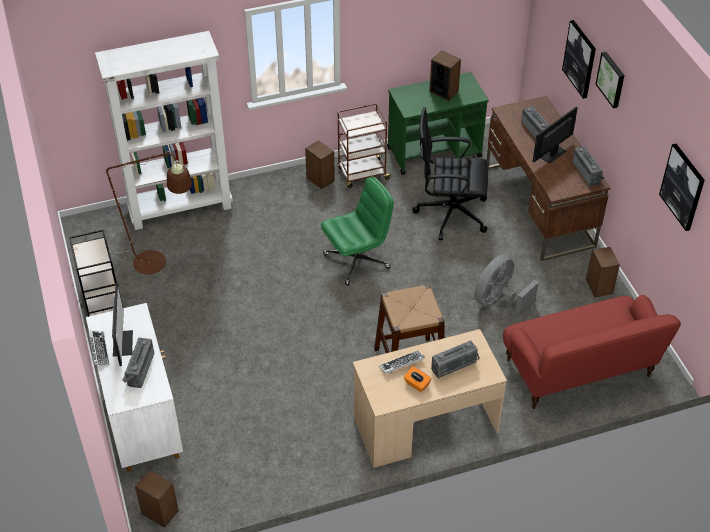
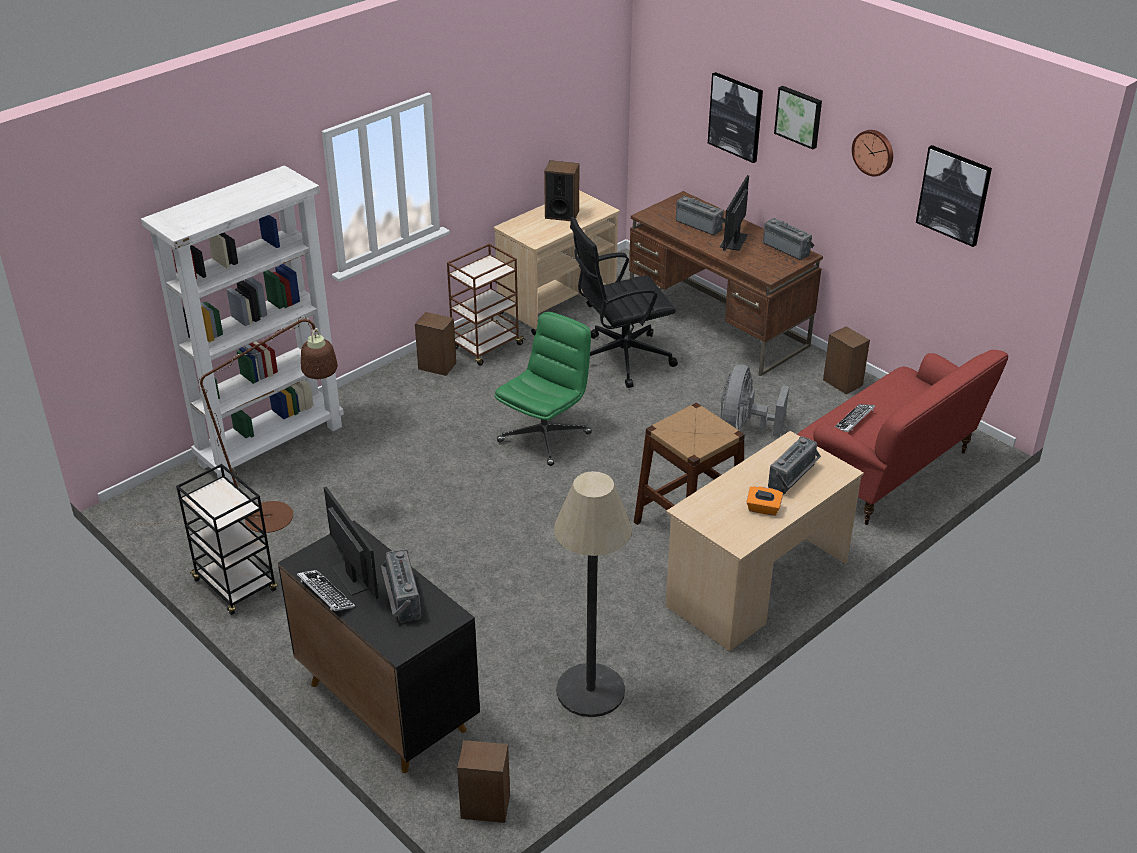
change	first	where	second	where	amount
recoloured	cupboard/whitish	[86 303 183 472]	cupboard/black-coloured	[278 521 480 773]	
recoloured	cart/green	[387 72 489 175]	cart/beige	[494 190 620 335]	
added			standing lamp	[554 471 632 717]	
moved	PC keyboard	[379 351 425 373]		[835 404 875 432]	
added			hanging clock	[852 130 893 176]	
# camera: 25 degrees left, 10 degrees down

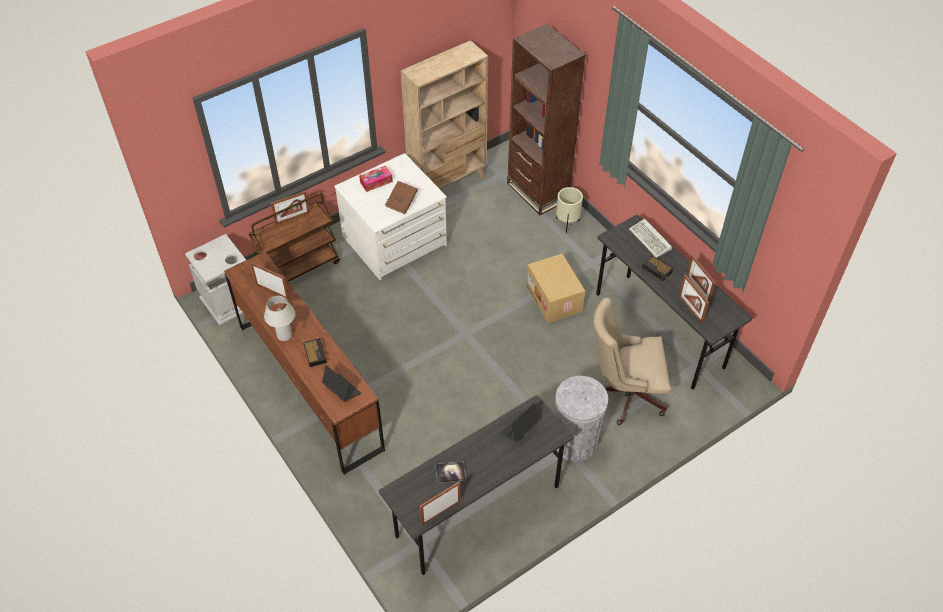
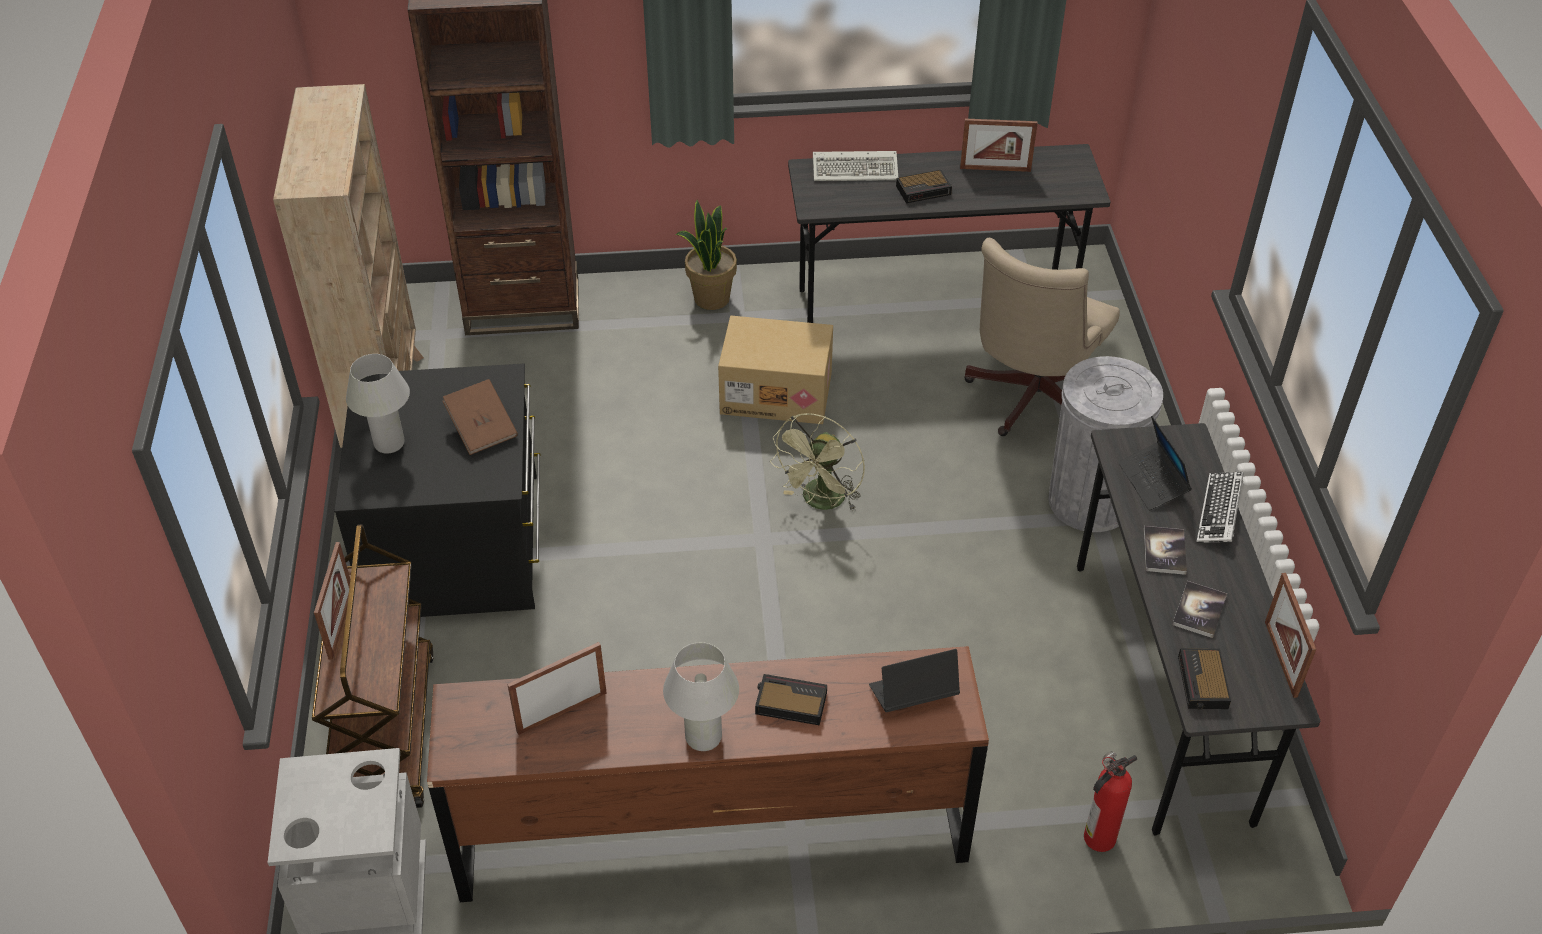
change	first	where	second	where	amount
recoloured	dresser/whitish	[334 153 447 280]	dresser/black-coloured	[334 364 540 617]	
replaced	box of tissues	[359 166 393 192]	tabletop lamp/whitish	[346 354 410 453]	
added			houseplant	[676 199 737 310]	
added			electric fan/green	[770 413 865 511]	
added			fire-fighting cylinder	[1084 751 1137 852]	
added			bound book	[1144 526 1187 575]	
added			bedside clock	[1178 648 1231 710]	
added			PC keyboard	[1196 472 1244 543]	
removed	planter/beige	[556 187 583 234]			
removed	picture frame	[679 274 709 323]			
# camera: 60 degrees left, 5 degrees down

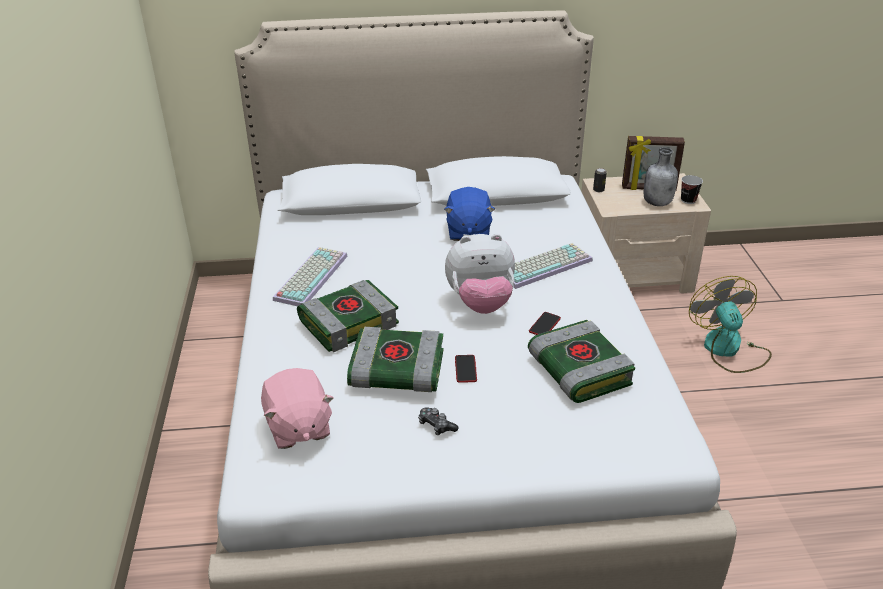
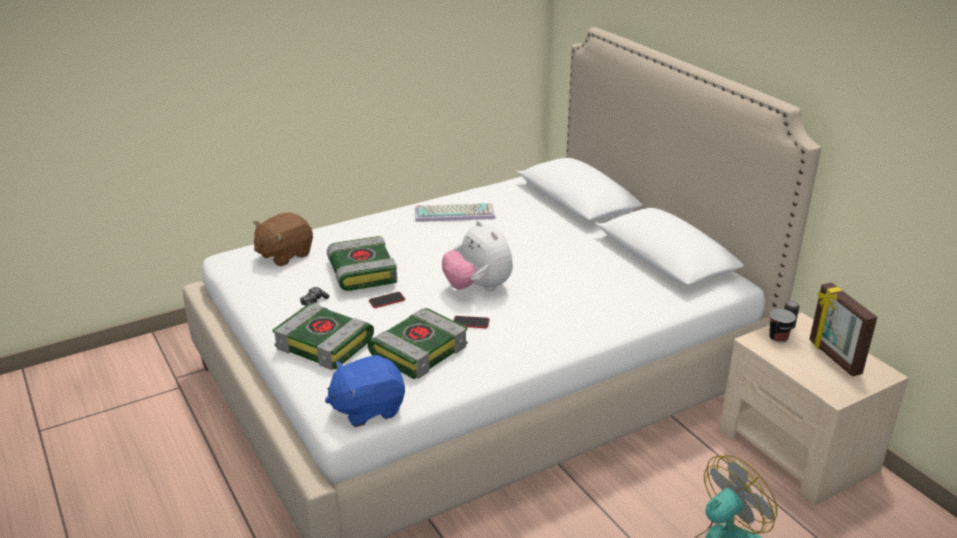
change	first	where	second	where	amount
recoloured	cuddly toy/pinkish	[261 368 334 449]	cuddly toy/brownish	[254 213 313 266]	
moved	bound book	[297 280 399 352]		[273 304 374 370]	
moved	cuddly toy/blue-coloured	[444 187 495 241]		[325 355 405 427]	
moved	small cup	[681 175 703 204]		[769 309 796 343]	
removed	PC keyboard	[513 243 593 289]			
removed	drink bottle/greyish	[644 148 678 206]			
# camera: 65 degrees right, 5 degrees down

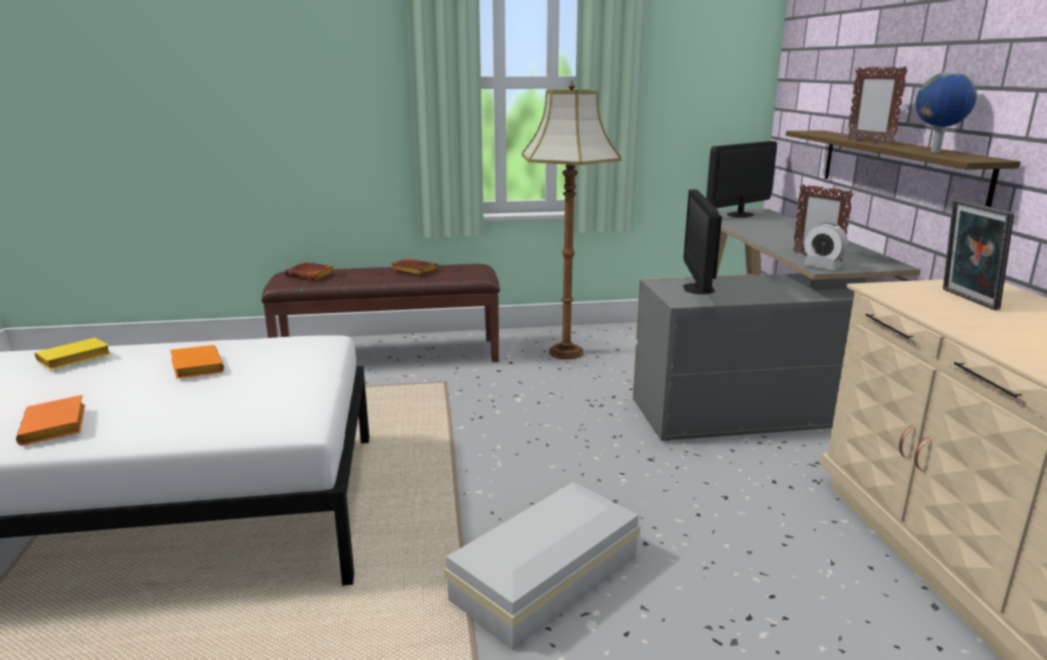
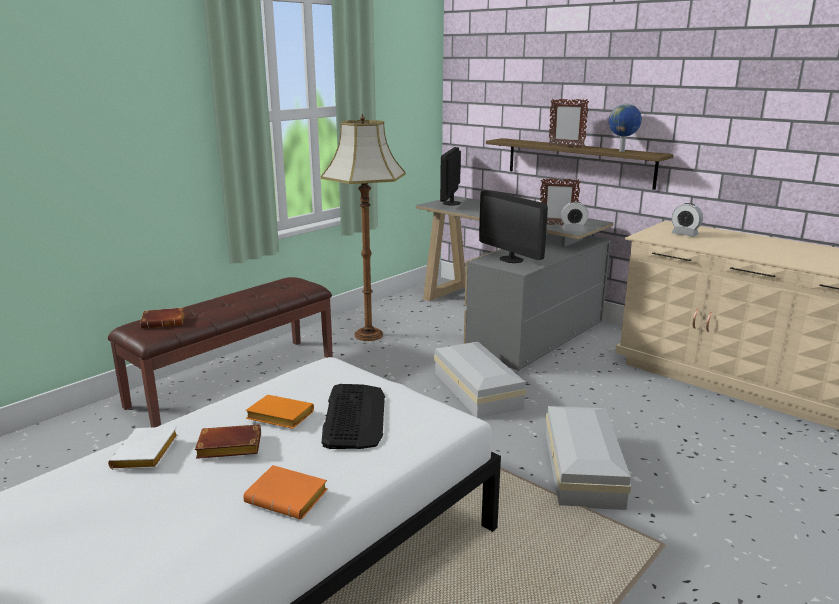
change	first	where	second	where	amount
recoloured	bound book/yellow	[35 338 111 370]	bound book/whitish	[108 427 178 470]	
moved	bound book/brownish	[391 259 438 275]		[195 424 261 459]	
added			PC keyboard	[322 384 385 449]	
added			storage bin/whitish	[434 342 527 418]	
replaced	picture frame	[943 200 1014 310]	bedside clock	[672 203 703 237]	
# camera: 40 degrees left, 0 degrees up

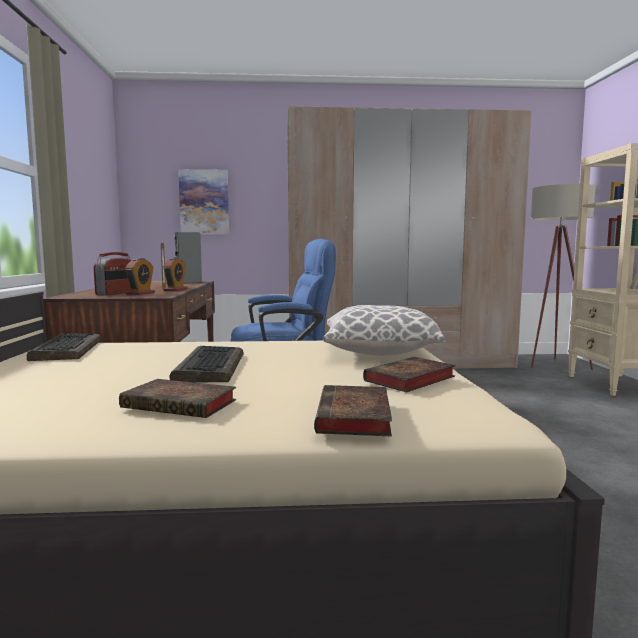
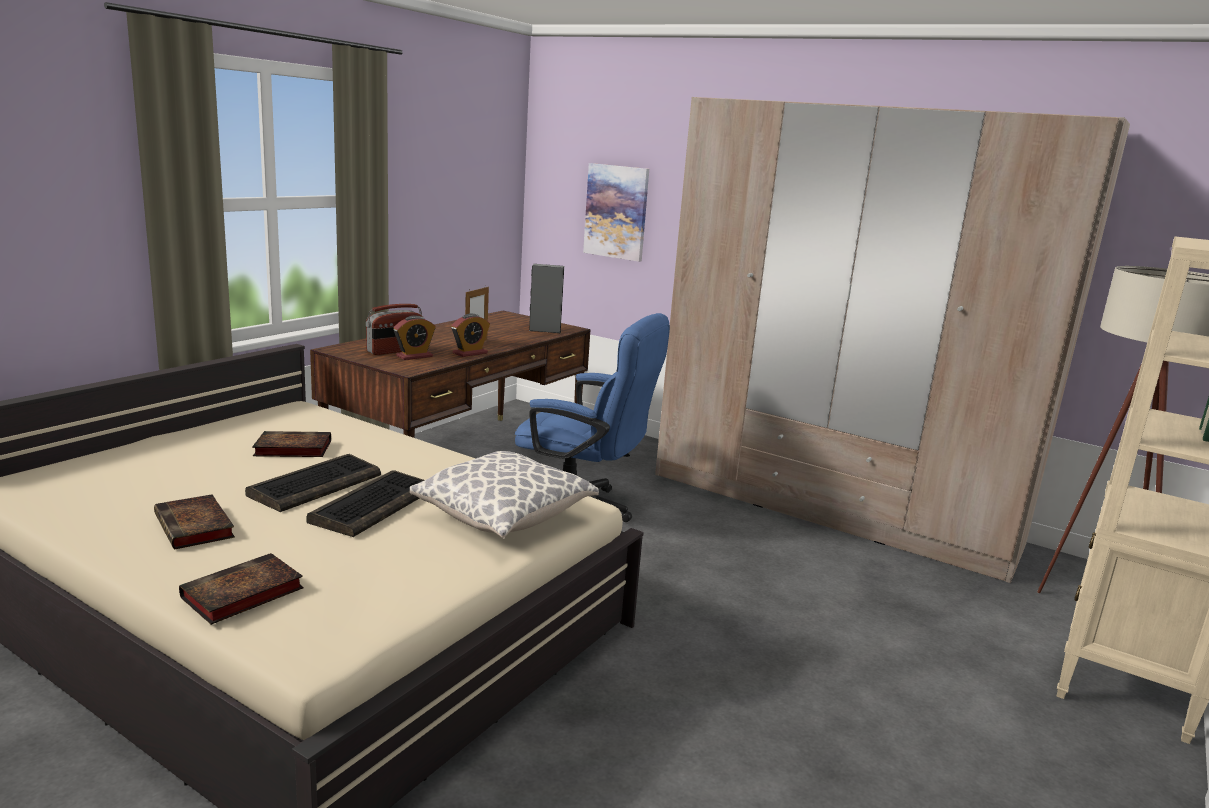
change	first	where	second	where	amount
moved	bound book	[363 357 455 392]		[252 431 331 457]	
moved	PC keyboard	[27 333 102 361]		[306 470 424 537]	
# camera: 35 degrees right, 10 degrees up

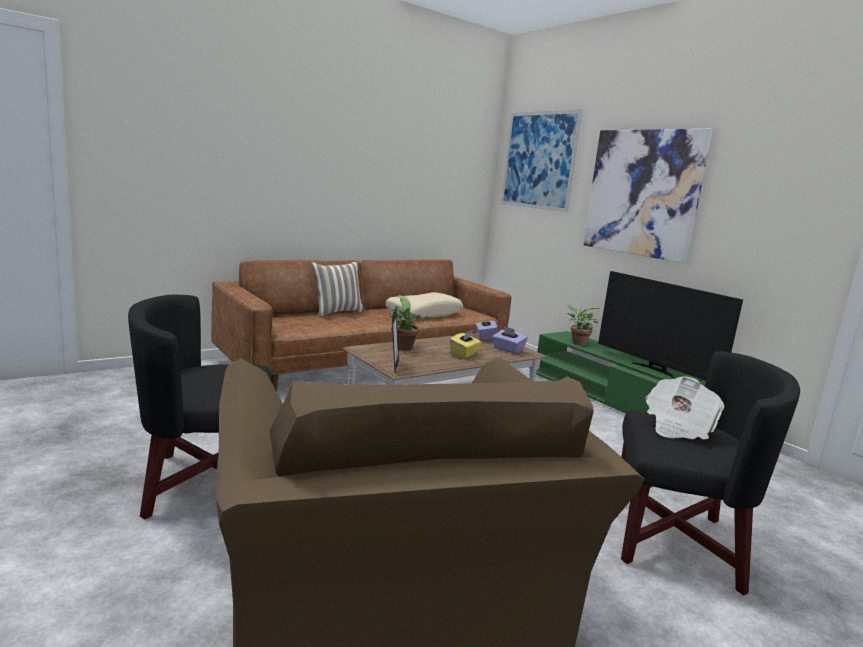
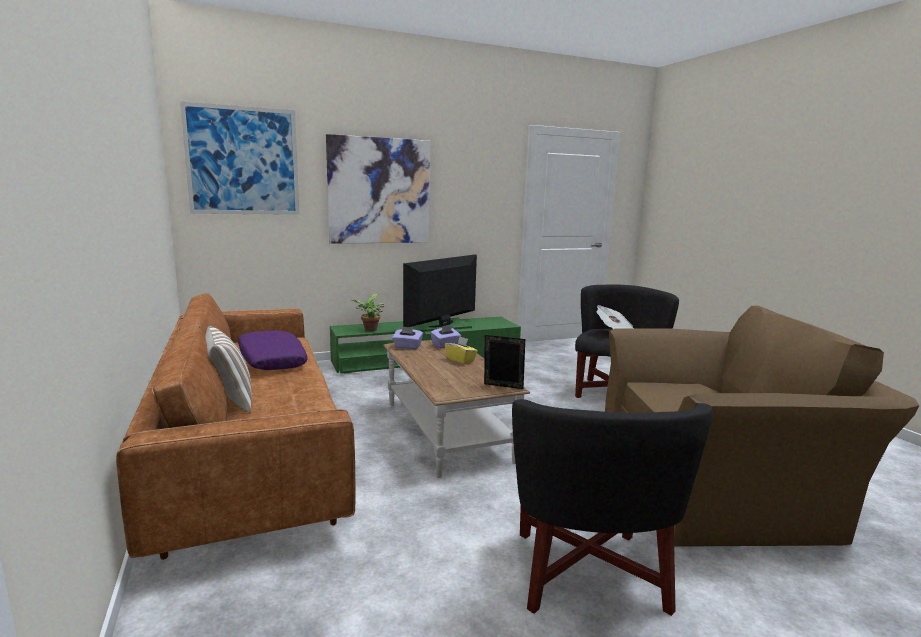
change	first	where	second	where	amount
recoloured	throw pillow/beige	[386 292 463 318]	throw pillow/purplish	[238 331 308 370]	
turned	television	[598 271 743 381]		[403 255 477 327]	150 degrees clockwise
removed	houseplant	[390 295 430 350]			
# camera: 75 degrees left, 0 degrees up

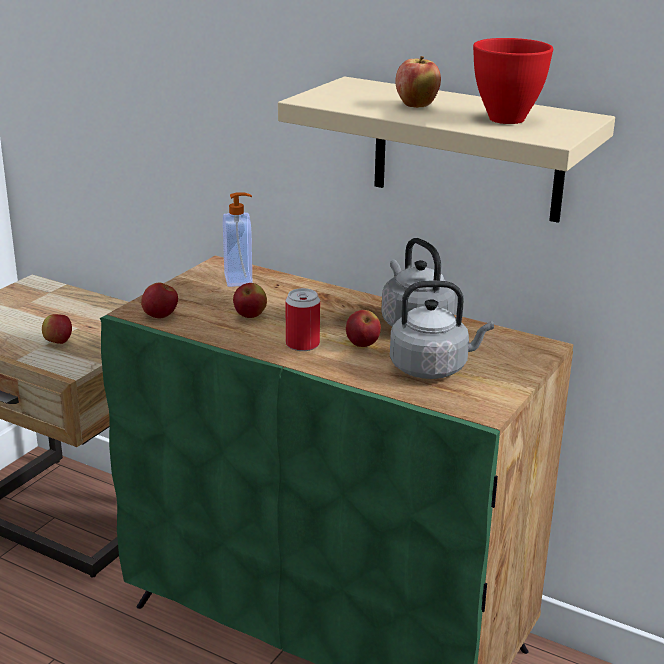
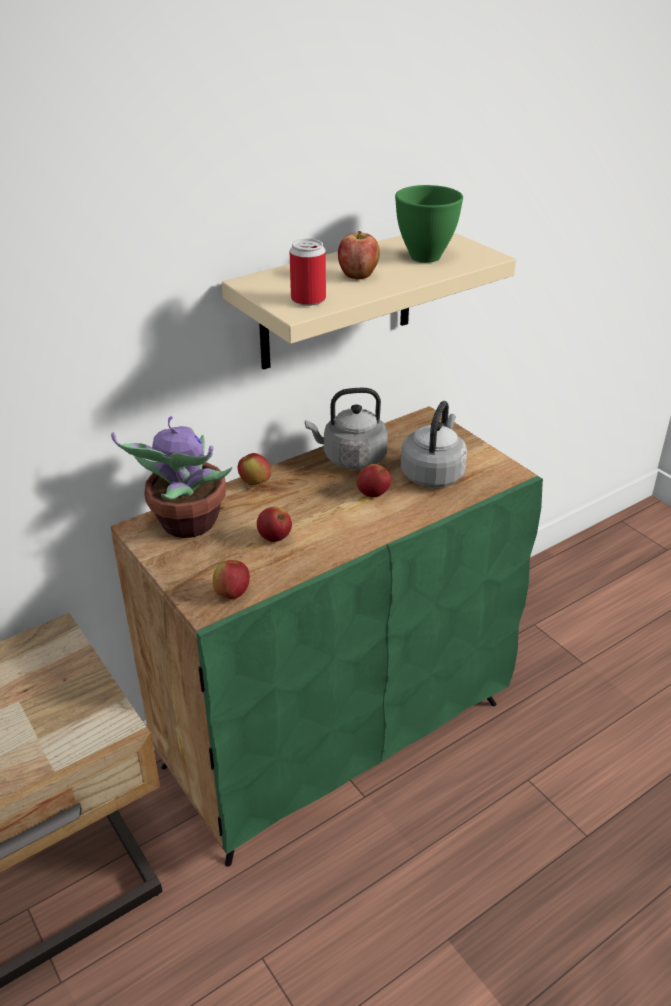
change	first	where	second	where	amount
replaced	soap bottle	[223 192 252 287]	houseplant	[111 416 233 538]	
moved	apple	[42 314 72 344]		[238 453 271 485]	
moved	can	[286 288 320 351]		[289 238 326 306]	
recoloured	bowl/reddish	[473 38 553 124]	bowl/green	[395 185 463 263]	
# camera: 65 degrees left, 10 degrees up

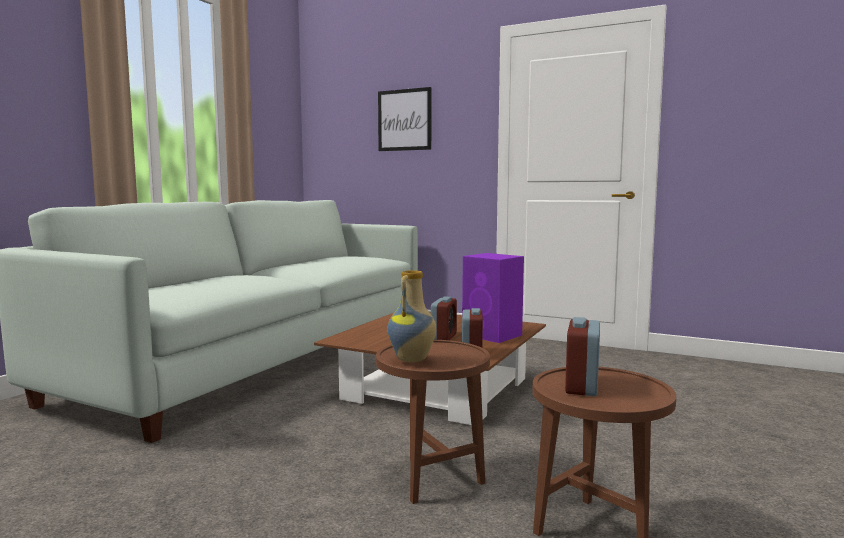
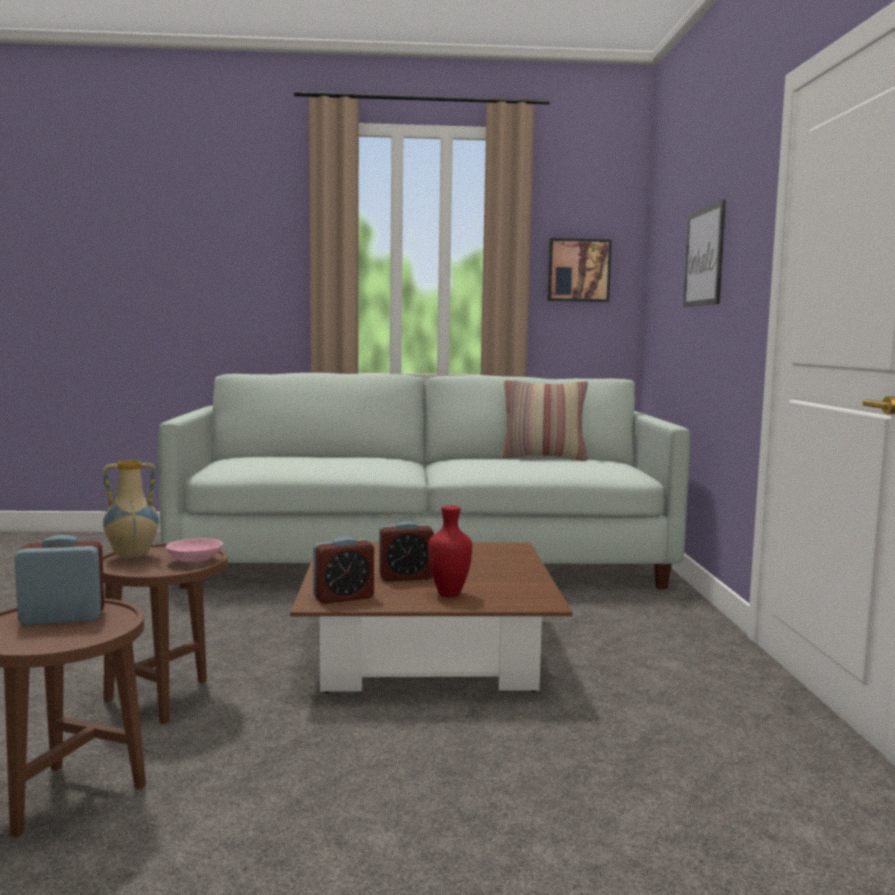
change	first	where	second	where	amount
added			bowl/pinkish	[166 538 223 562]	
replaced	loudspeaker/purplish	[462 253 524 343]	decorative vase/reddish	[428 505 472 597]	
added			throw pillow	[501 380 588 461]	
added			wall picture	[547 238 612 302]	
# camera: 60 degrees right, 0 degrees up

